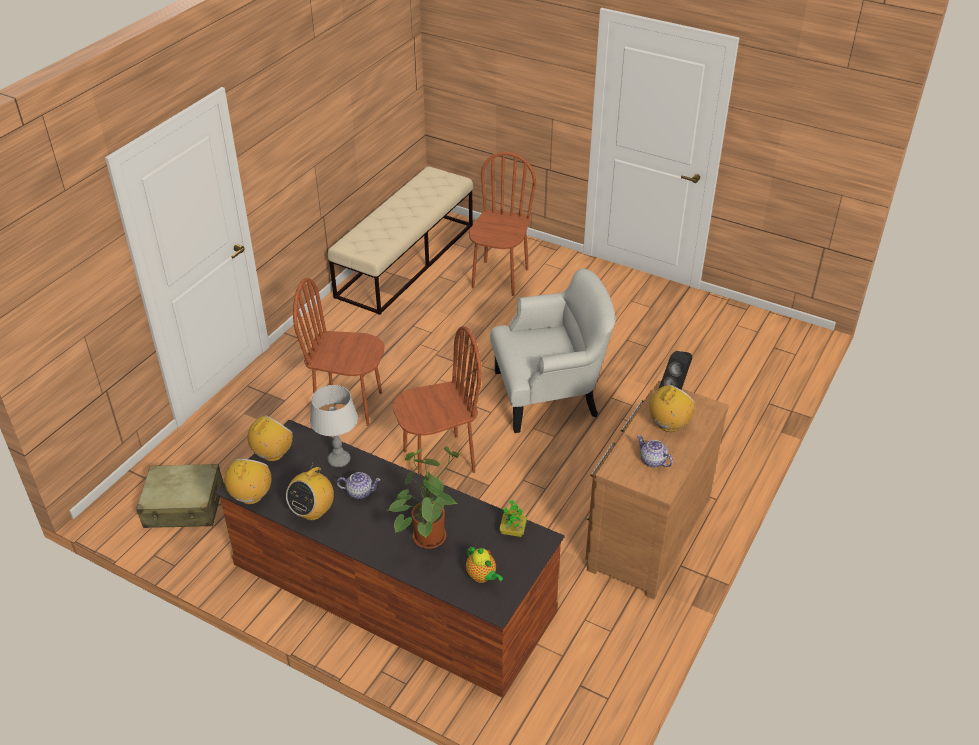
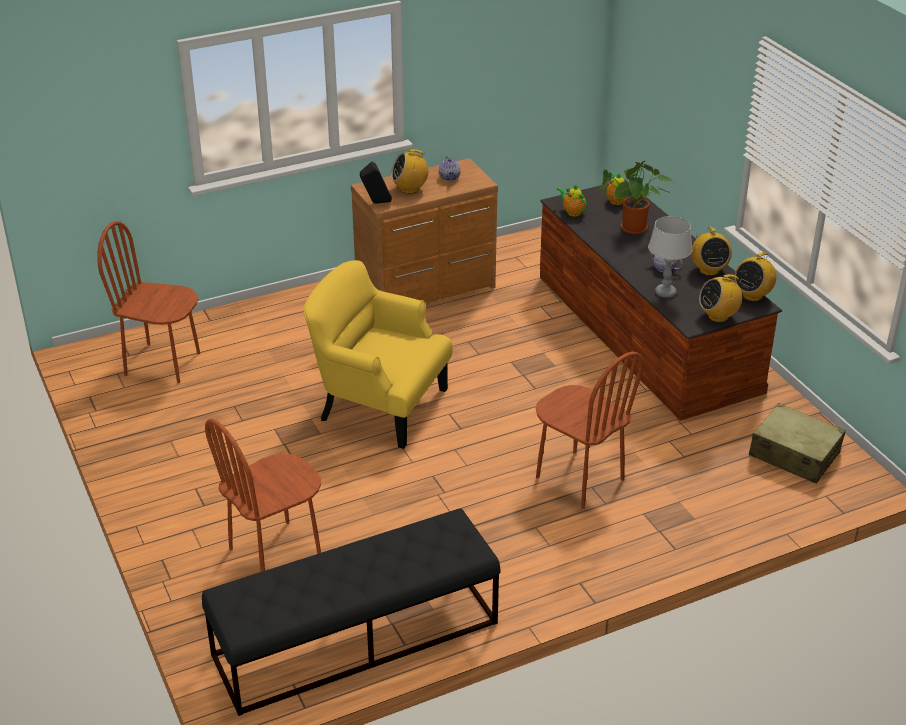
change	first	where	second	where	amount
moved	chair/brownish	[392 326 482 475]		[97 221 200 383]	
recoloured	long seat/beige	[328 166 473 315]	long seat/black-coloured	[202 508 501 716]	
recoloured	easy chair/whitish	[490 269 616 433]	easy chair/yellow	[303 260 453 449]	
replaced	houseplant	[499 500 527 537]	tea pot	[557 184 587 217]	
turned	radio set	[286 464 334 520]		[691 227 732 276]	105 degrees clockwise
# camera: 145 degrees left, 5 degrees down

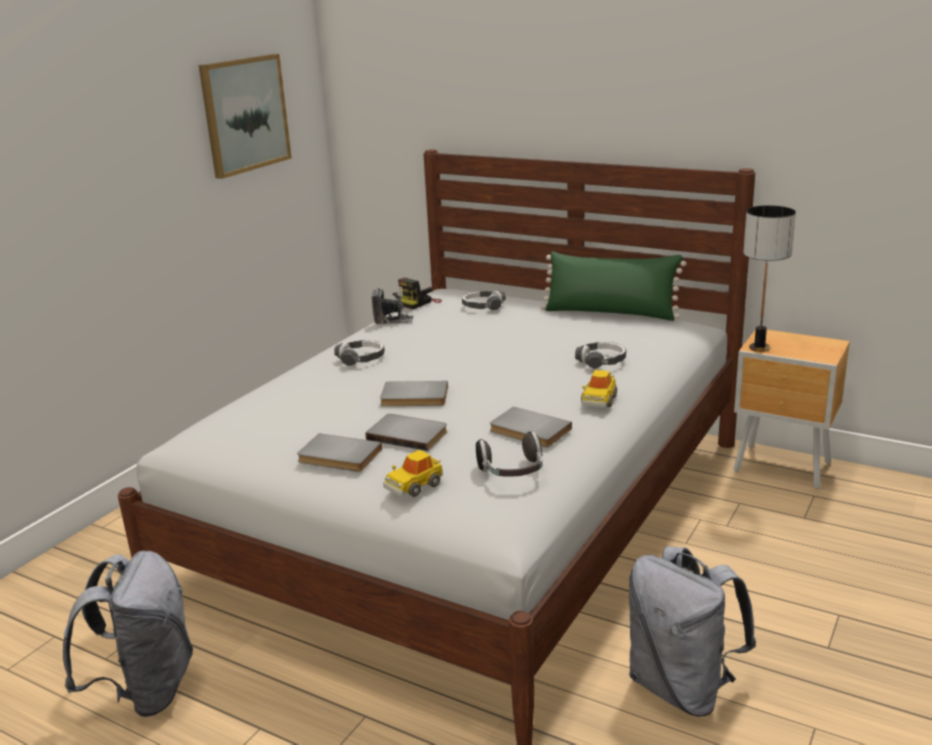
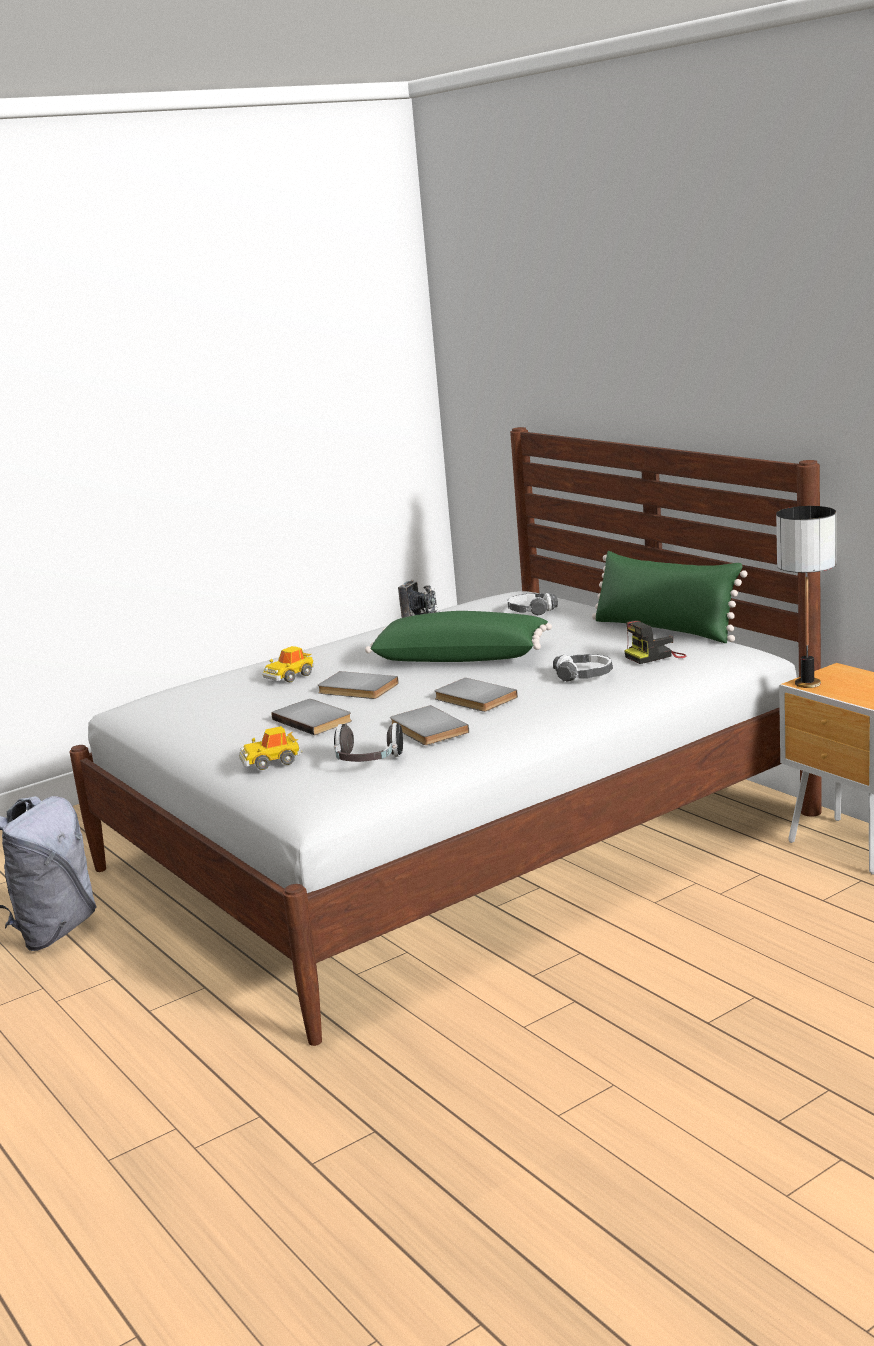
change	first	where	second	where	amount
moved	toy car	[581 370 617 408]		[263 646 314 682]	
added			throw pillow/green	[365 611 552 662]	
moved	bound book/greyish	[297 433 382 472]		[434 678 518 712]	
moved	still camera	[398 278 442 309]		[624 620 687 664]	
removed	wall picture	[199 54 292 179]			
removed	pair of headphones	[334 340 385 366]			
removed	backpack/greyish	[629 546 756 716]			
# camera: 25 degrees right, 5 degrees down

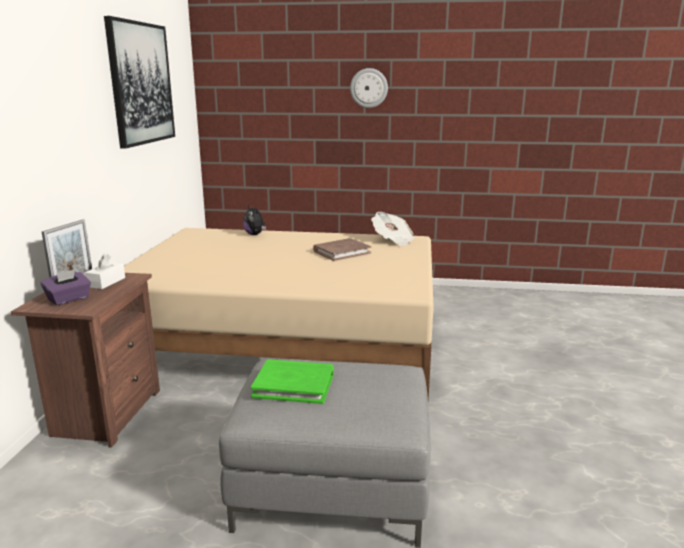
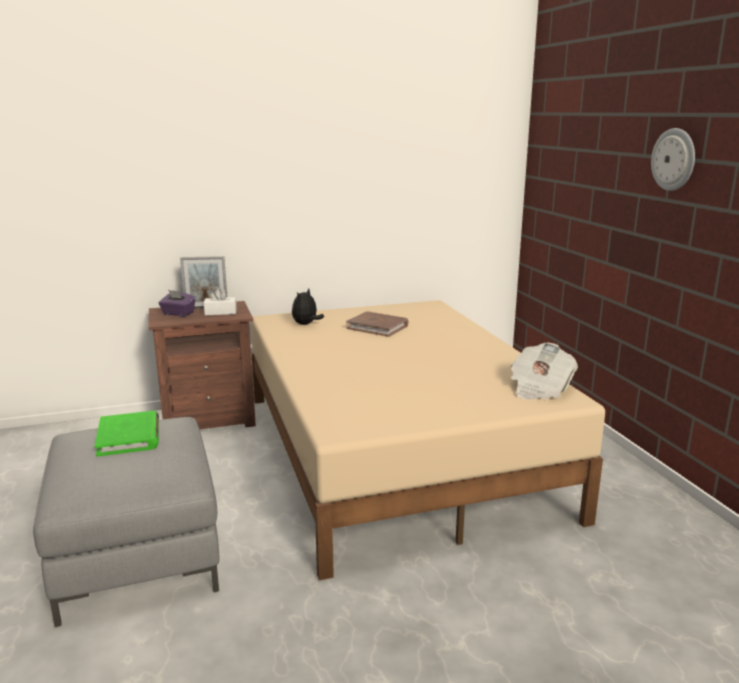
change	first	where	second	where	amount
moved	cuddly toy	[243 205 266 235]		[292 288 324 325]	
moved	bound book/brownish	[313 238 371 261]		[346 311 408 337]	
removed	wall picture	[104 16 175 149]			
# camera: 65 degrees right, 0 degrees up

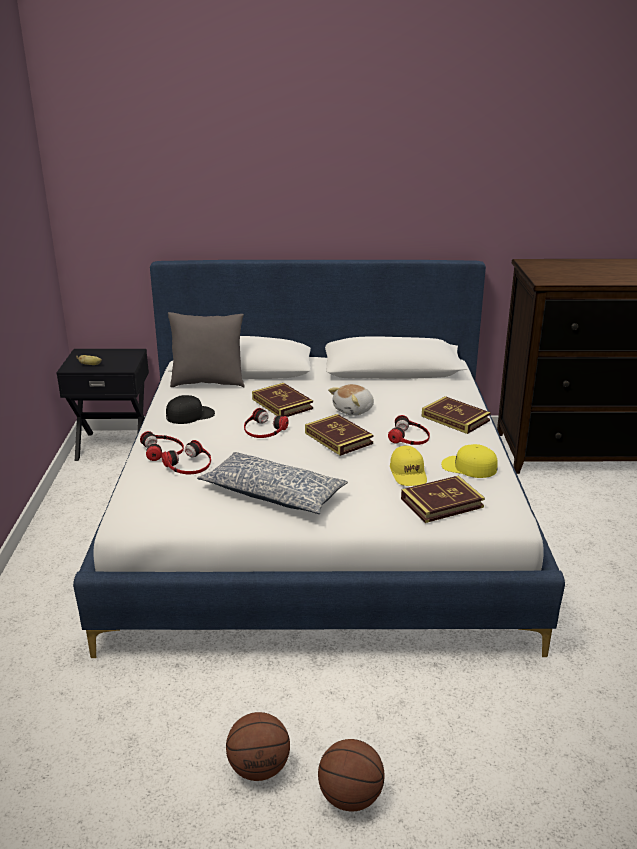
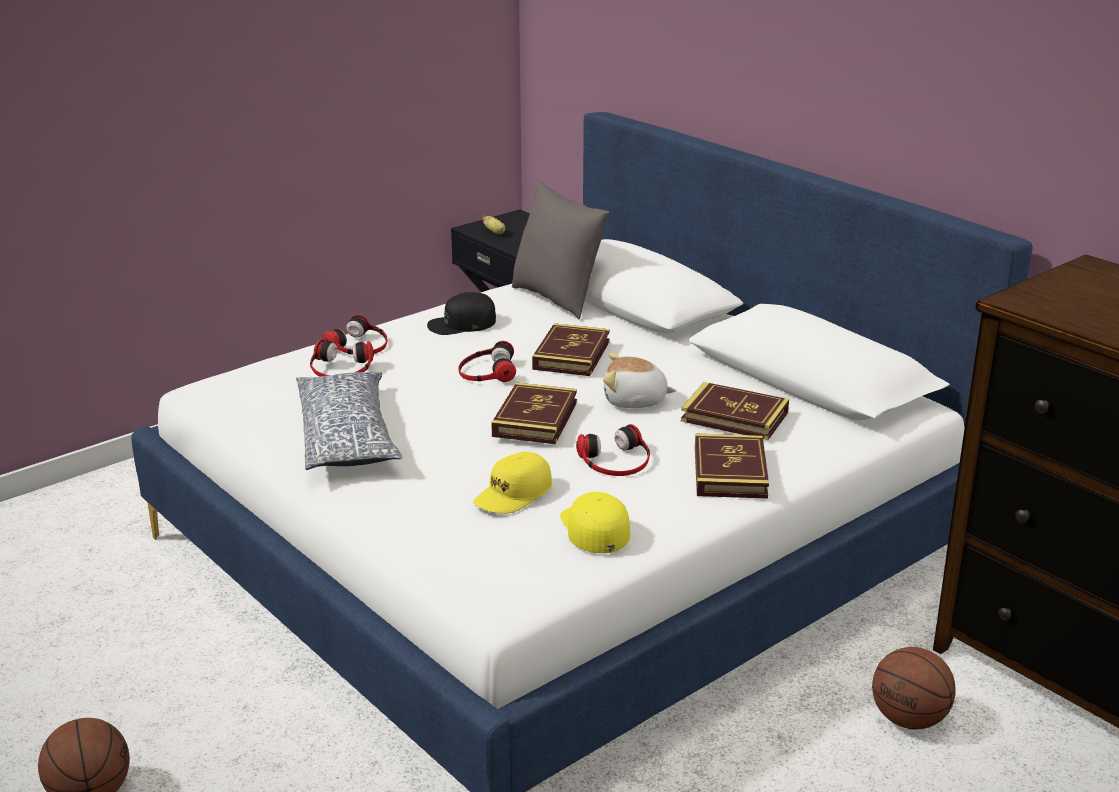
change	first	where	second	where	amount
turned	cap/black-coloured	[166 395 215 424]		[427 292 496 335]	135 degrees clockwise
moved	bound book	[401 476 485 523]		[681 382 789 440]	
moved	basketball ball	[226 712 290 781]		[872 647 956 729]	
# camera: 50 degrees right, 0 degrees up

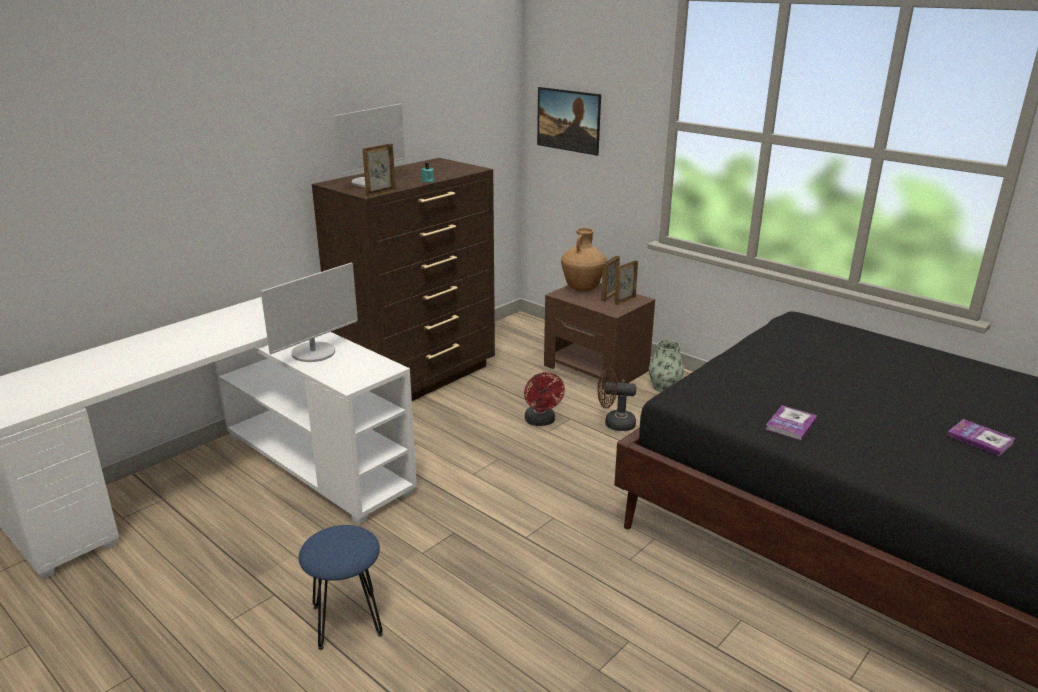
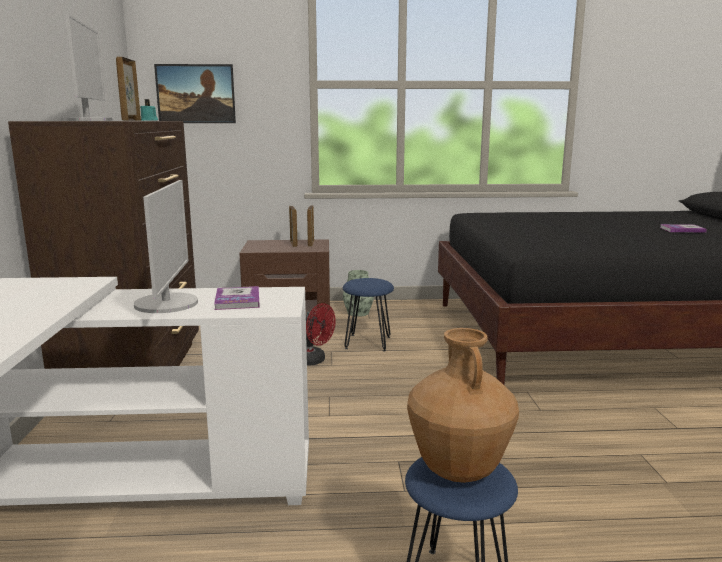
change	first	where	second	where	amount
moved	bound book	[766 405 817 440]		[214 286 260 310]	
replaced	electric fan/brownish	[597 368 636 431]	stool seat/blue-coloured	[343 278 394 351]	
moved	decorative vase/brownish	[561 228 607 292]		[407 328 519 483]	
# camera: 45 degrees left, 10 degrees down

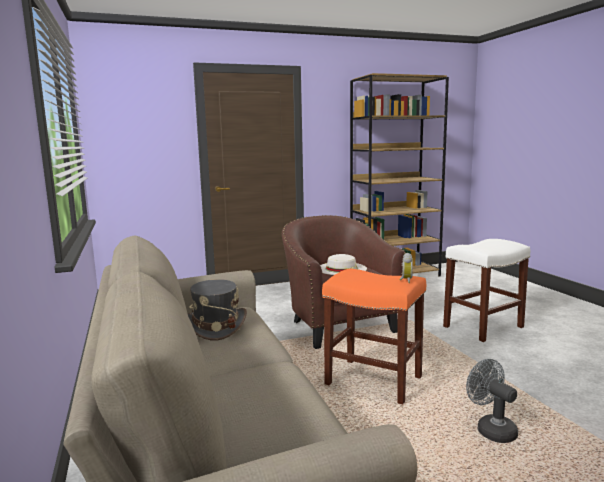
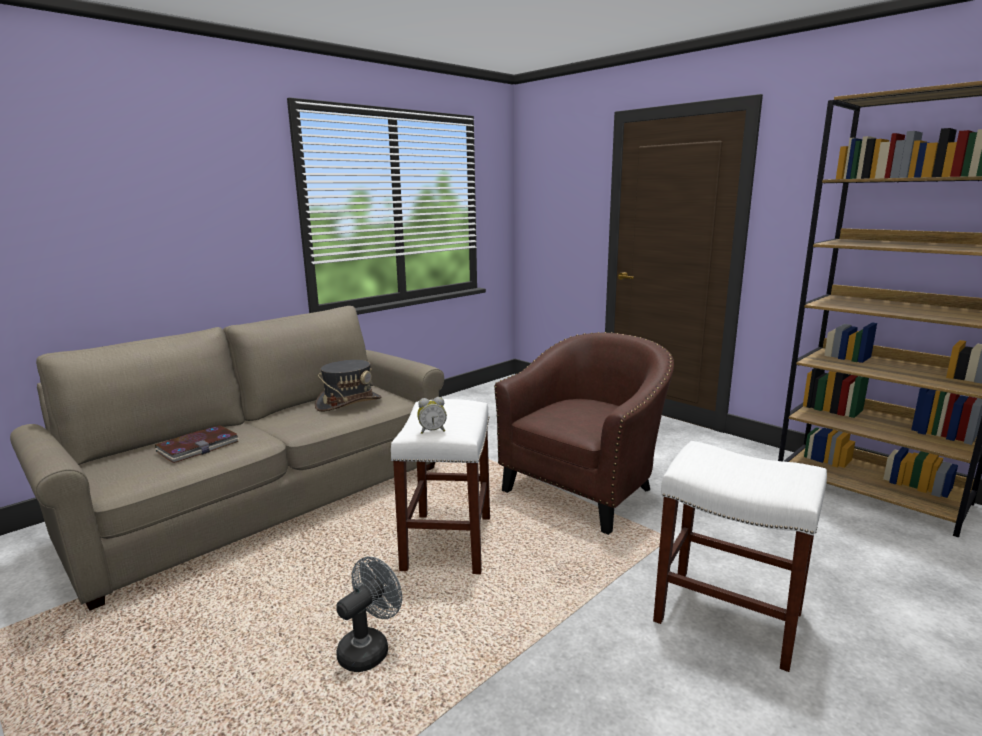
change	first	where	second	where	amount
added			bound book	[155 425 240 463]	
recoloured	stool seat/orange	[322 269 426 405]	stool seat/whitish	[391 399 490 574]	
removed	wearable hat/whitish	[320 254 367 275]			
# camera: 65 degrees right, 5 degrees up

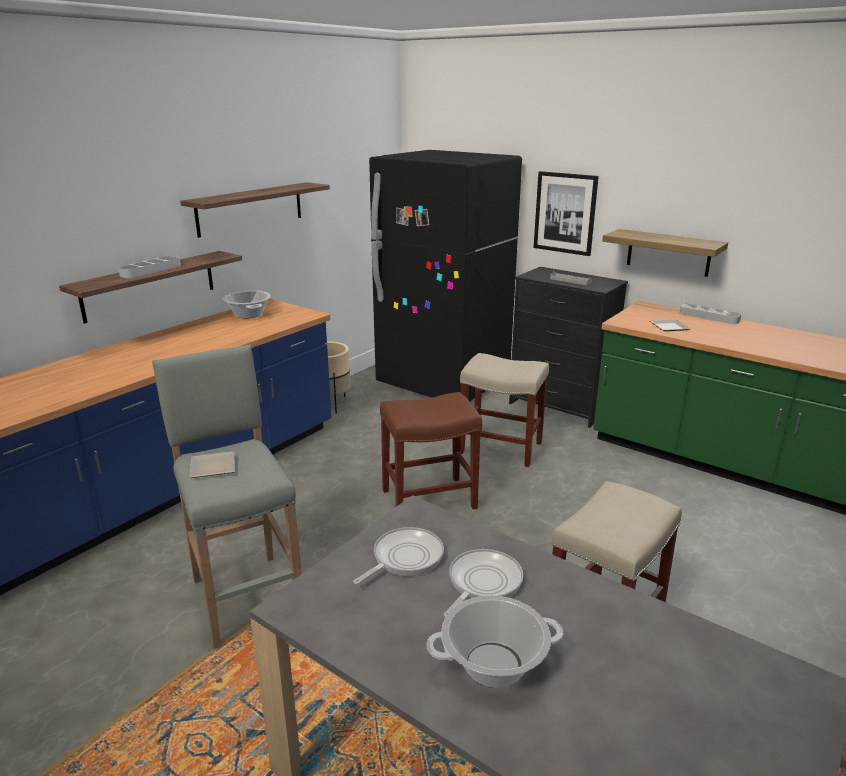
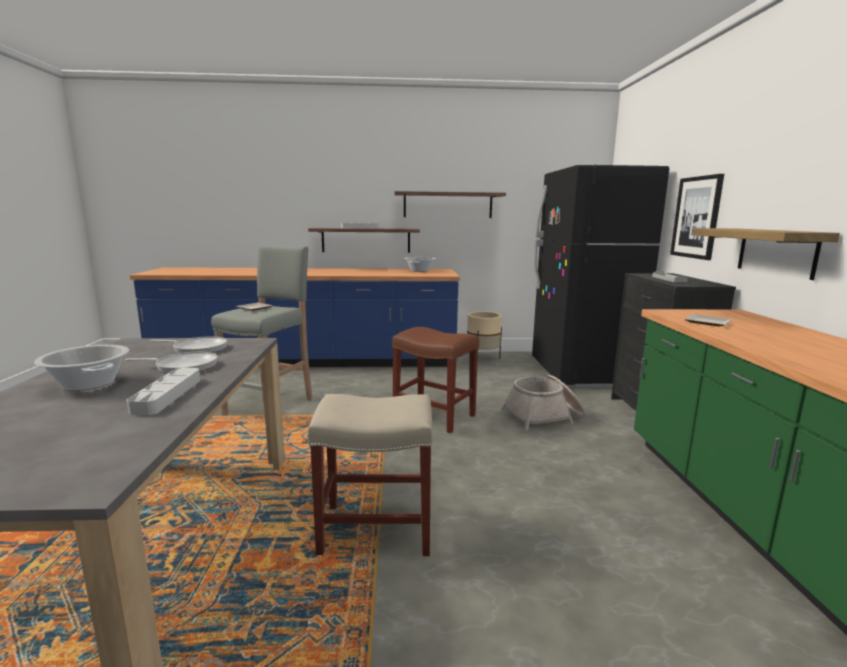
change	first	where	second	where	amount
moved	serving tray/greyish	[680 303 741 324]		[127 368 200 415]	
replaced	stool seat/beige	[460 353 549 467]	basket	[501 375 585 430]	
# camera: 50 degrees right, 10 degrees down

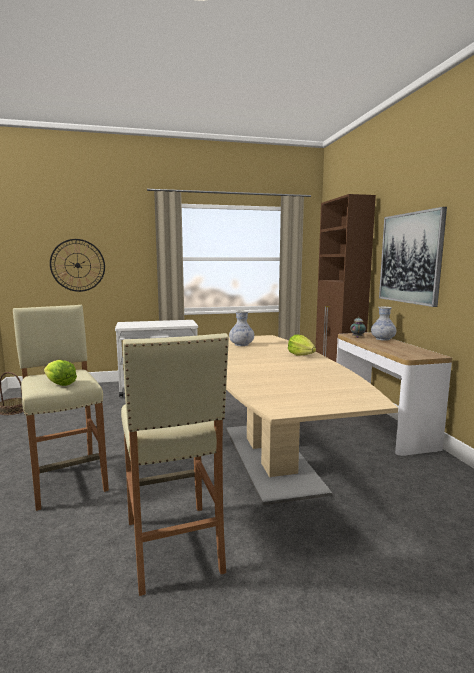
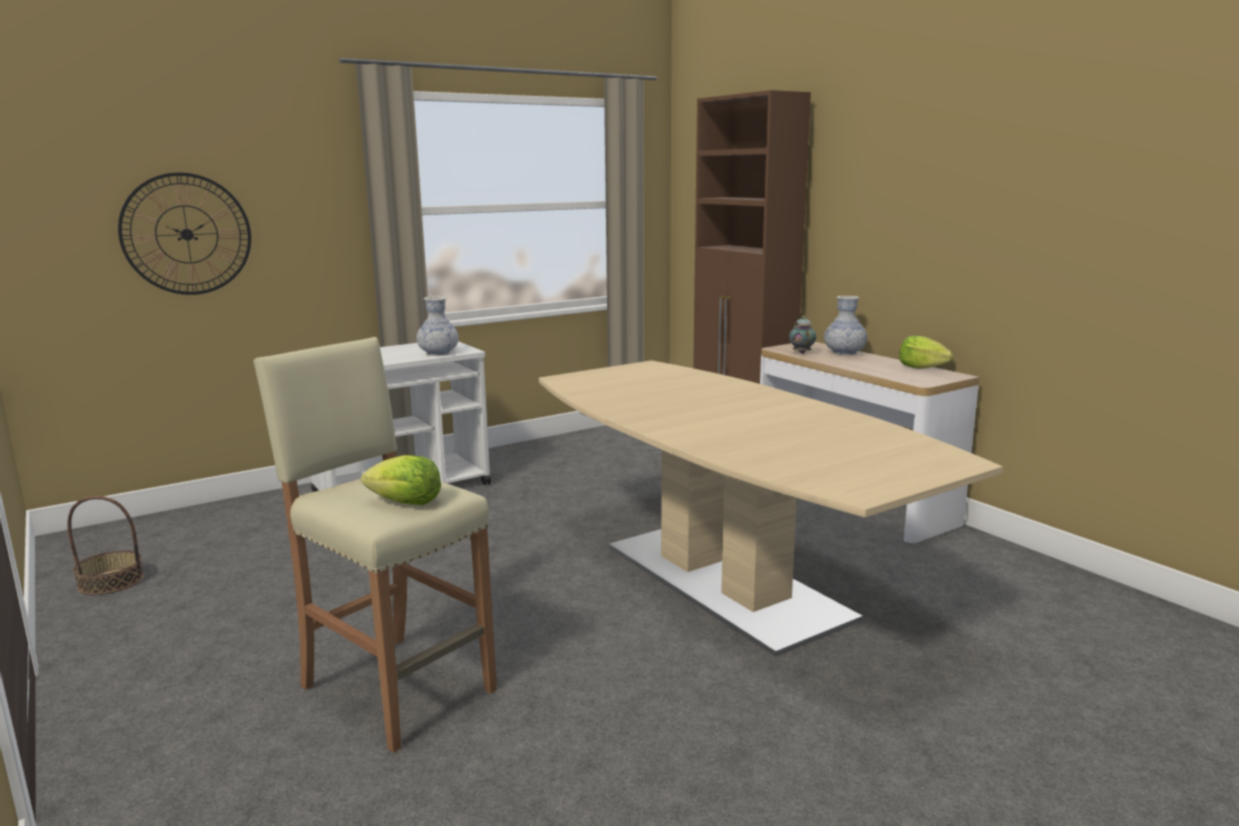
change	first	where	second	where	amount
moved	decorative vase	[229 310 254 346]		[417 296 459 356]	
moved	head of lettuce	[288 334 316 356]		[899 335 953 369]	
removed	stool seat/beige	[121 333 229 596]			
removed	wall picture	[379 207 447 307]			
# camera: 20 degrees left, 5 degrees up

